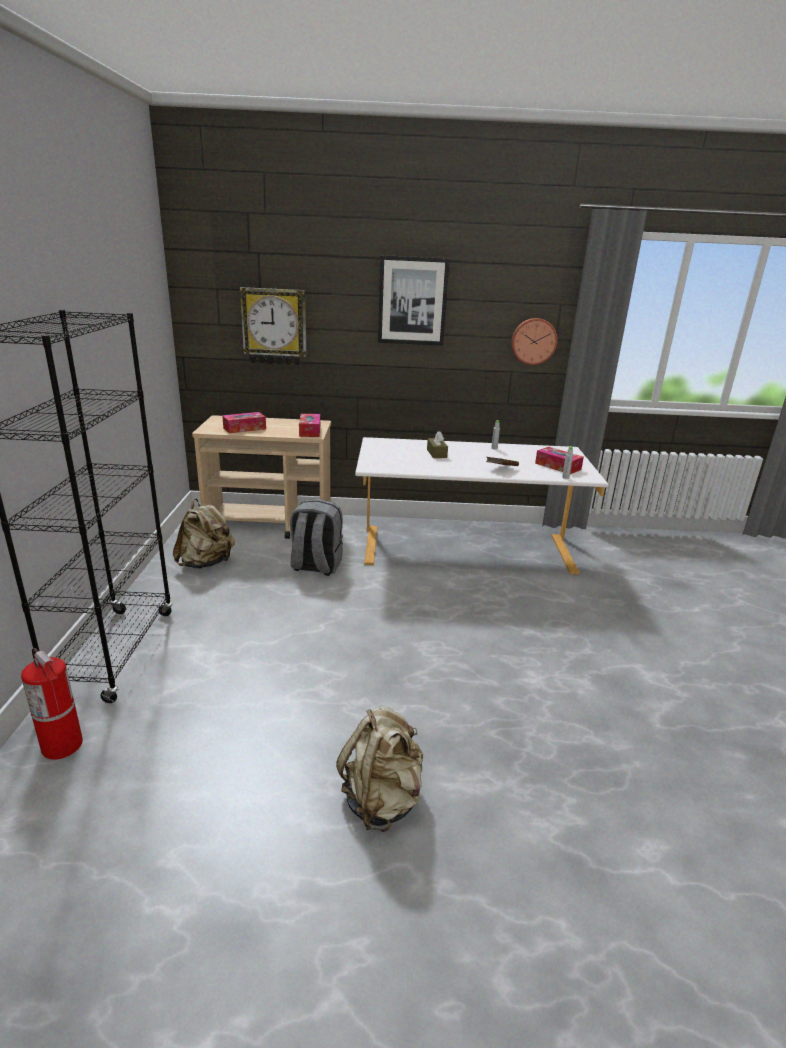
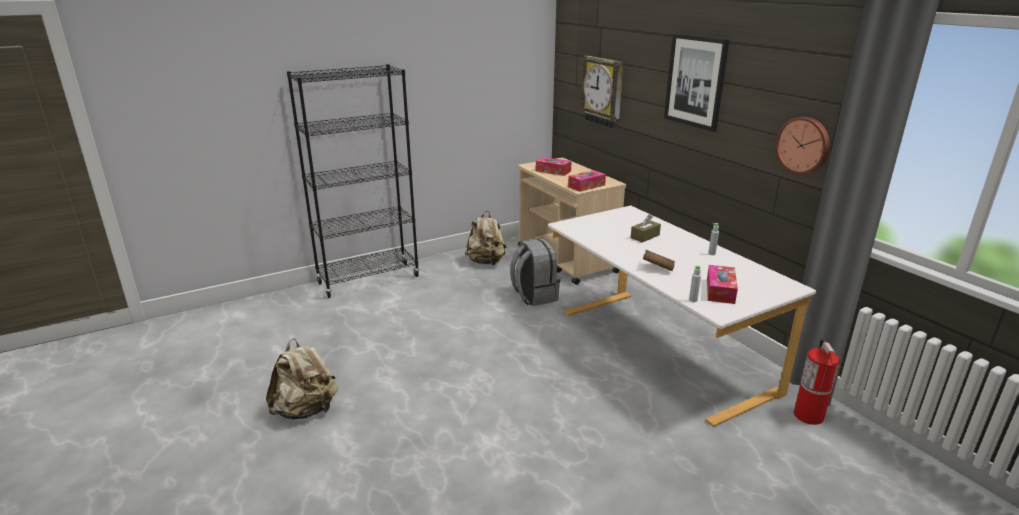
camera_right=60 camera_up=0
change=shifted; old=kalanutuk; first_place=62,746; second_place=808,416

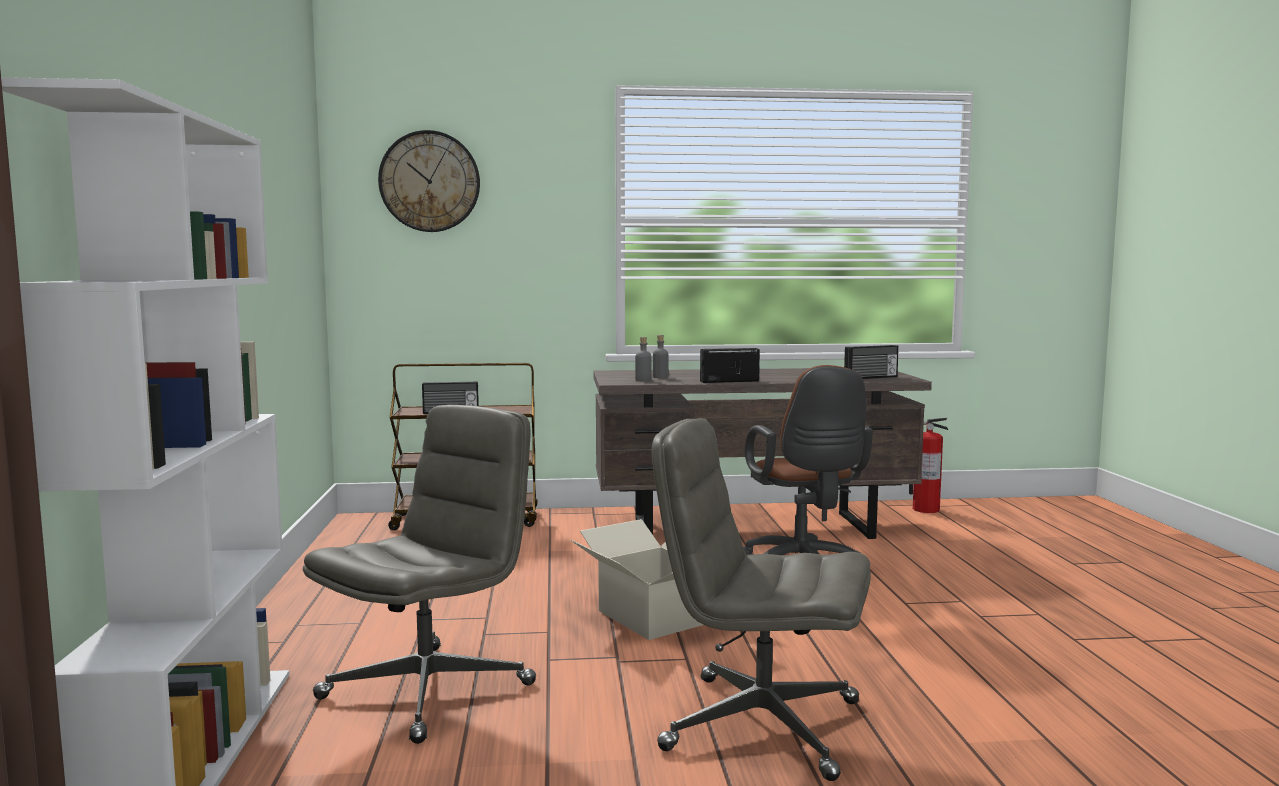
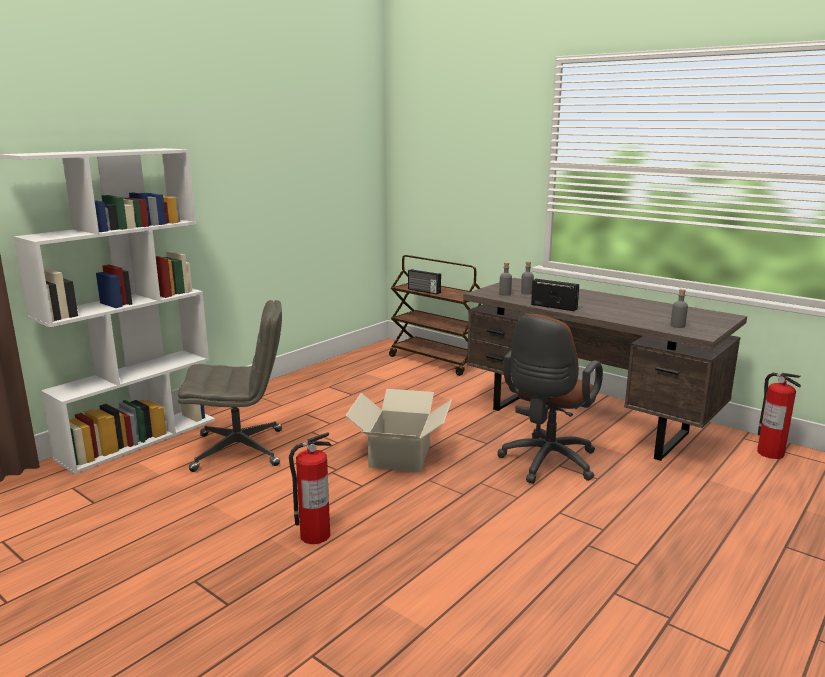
camera_right=45 camera_up=10
change=gone; old=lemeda; first_place=429,181
change=swapped; old=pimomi; new=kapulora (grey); first_place=871,377; second_place=677,326
change=swapped; old=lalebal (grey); new=kalanutuk; first_place=759,725; second_place=314,535

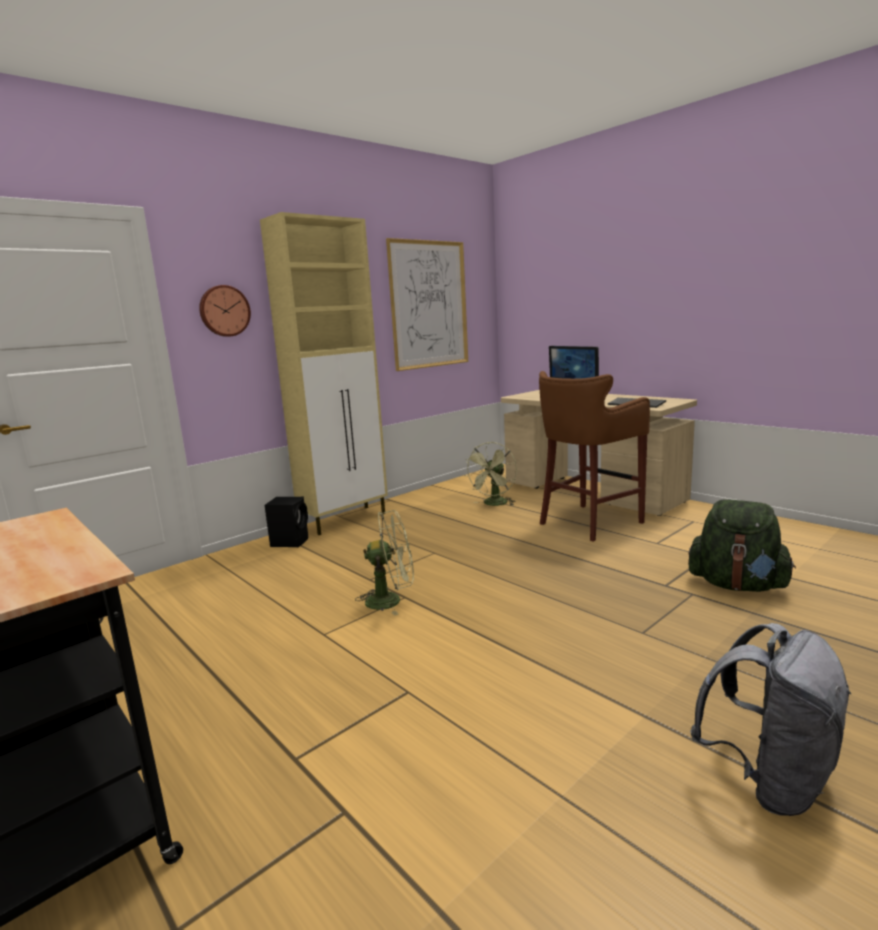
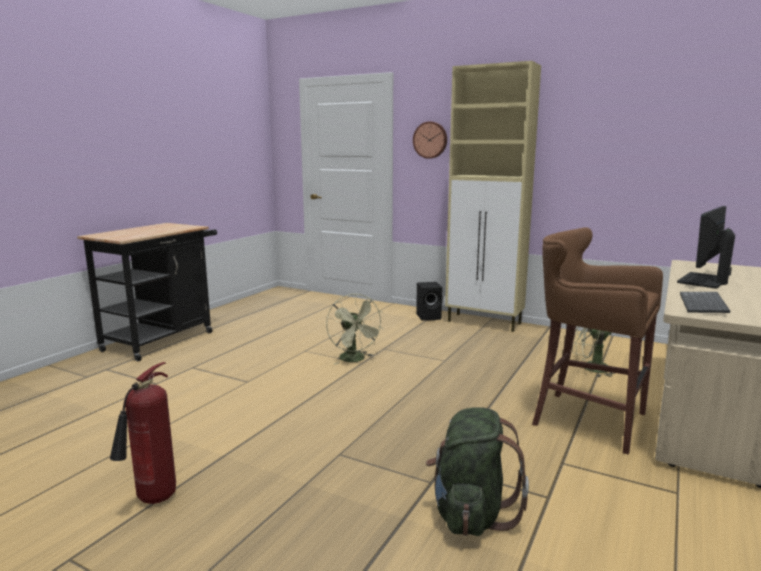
camera_right=70 camera_up=0
change=gone; old=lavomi; first_place=429,305
change=swapped; old=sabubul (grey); new=kalanutuk; first_place=769,780; second_place=153,500

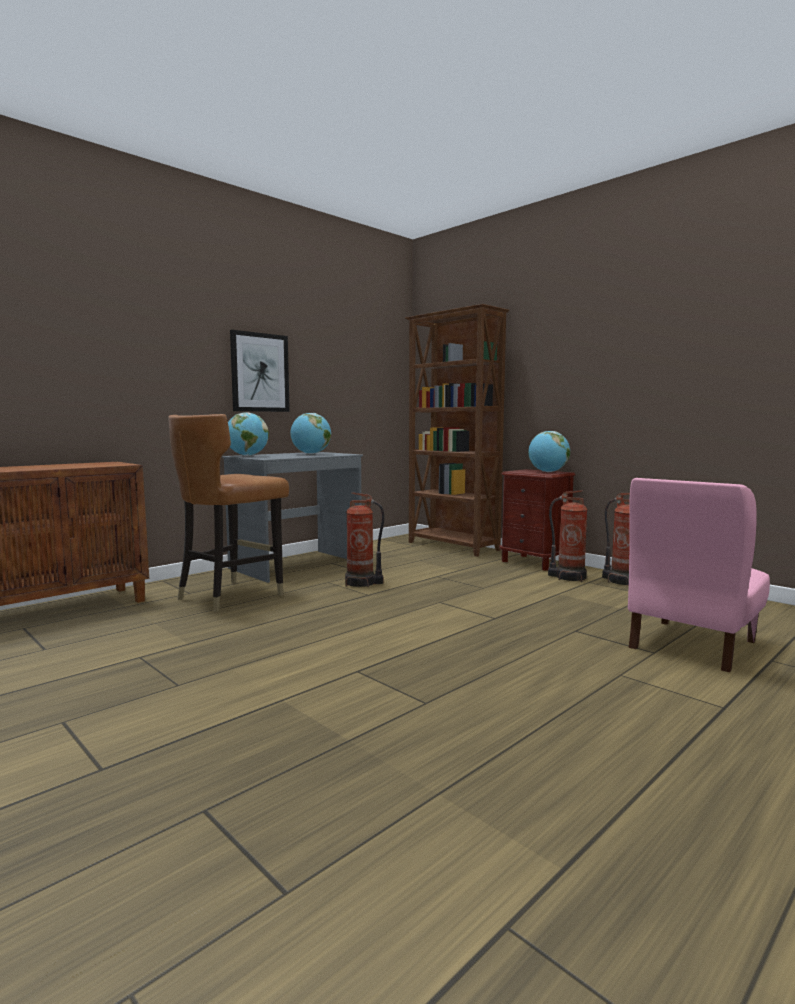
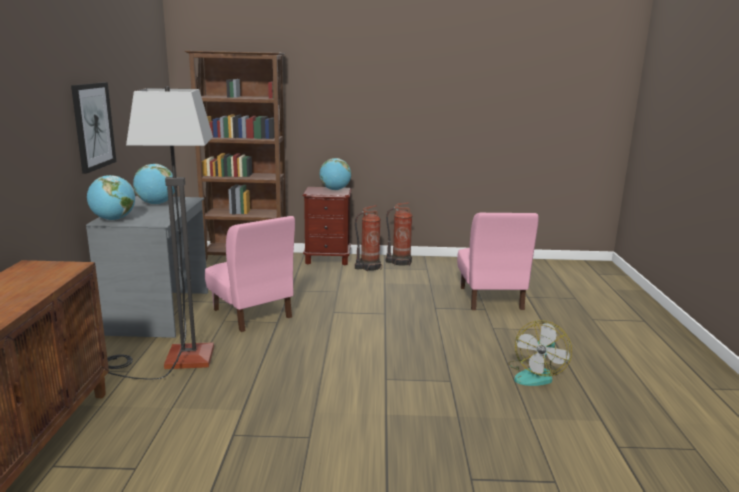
camera_right=-45 camera_up=10
change=swapped; old=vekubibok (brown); new=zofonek; first_place=230,595; second_place=173,360
change=swapped; old=kalanutuk; new=vekubibok (pink); first_place=362,583; second_place=252,313
change=new; new=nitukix; second_place=536,374

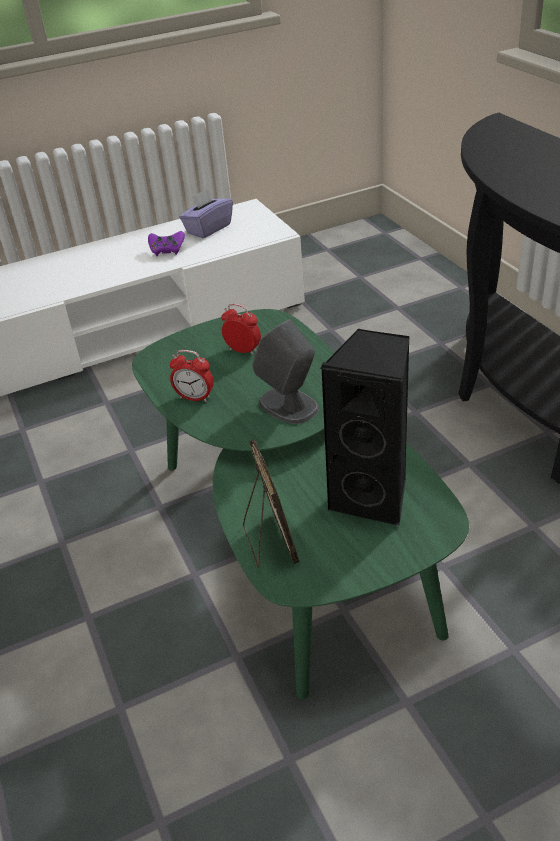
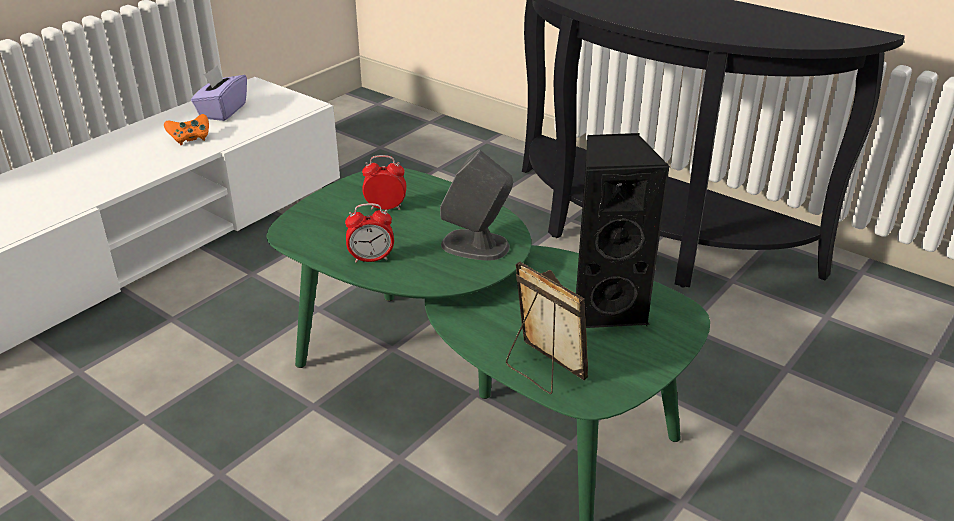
camera_right=-30 camera_up=-5
change=repainted; old=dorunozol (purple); new=dorunozol (orange); first_place=167,251; second_place=190,139

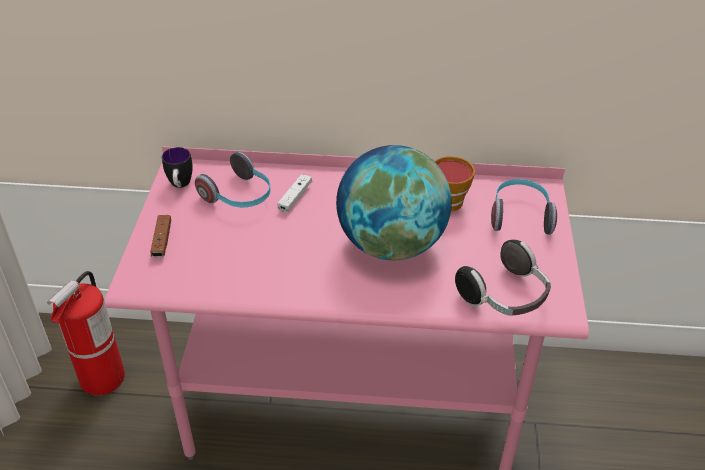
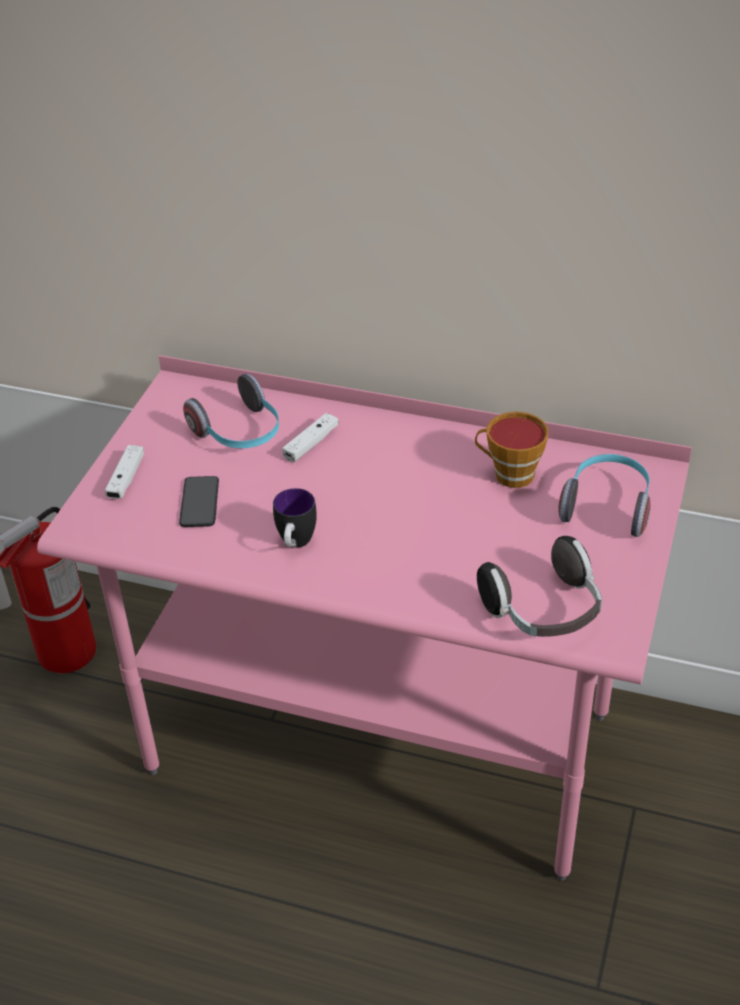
camera_right=15 camera_up=0
change=gone; old=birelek; first_place=391,244
change=shifted; old=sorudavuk; first_place=180,186; second_place=295,544
change=repainted; old=dorunozol (brown); new=dorunozol (white); first_place=162,241; second_place=126,479
change=new; new=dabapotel; second_place=199,503

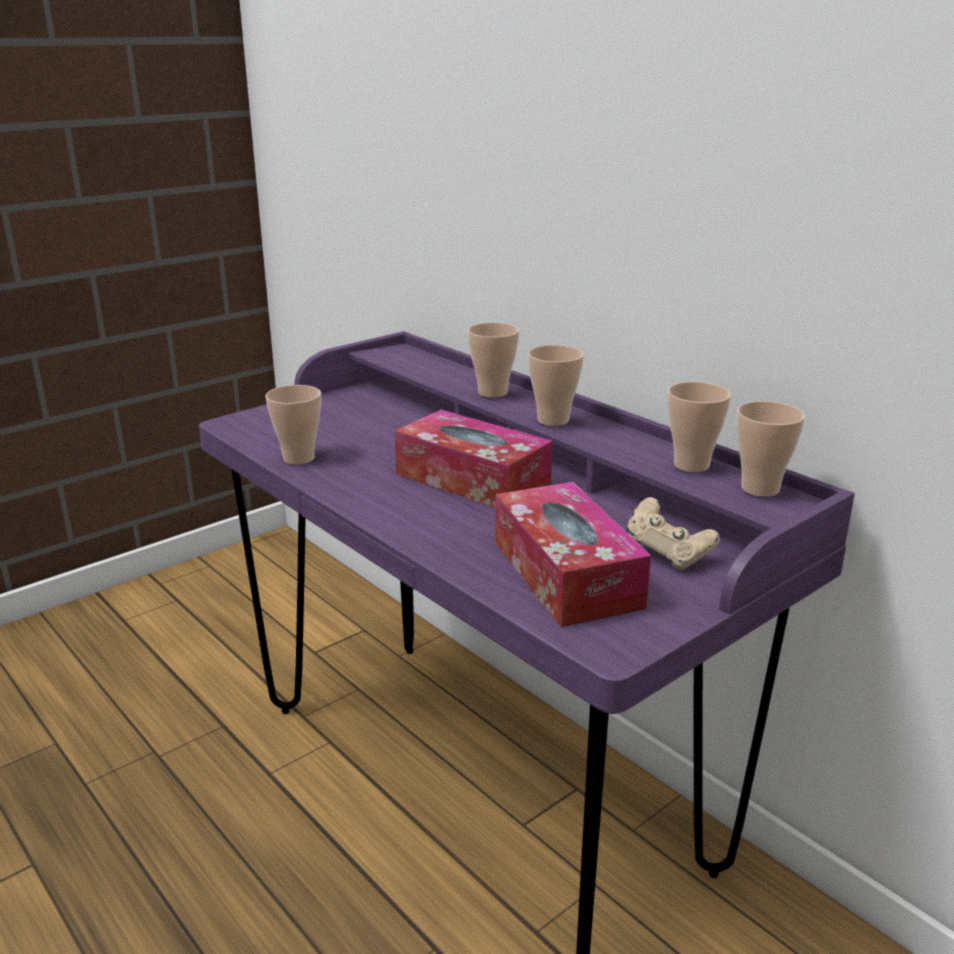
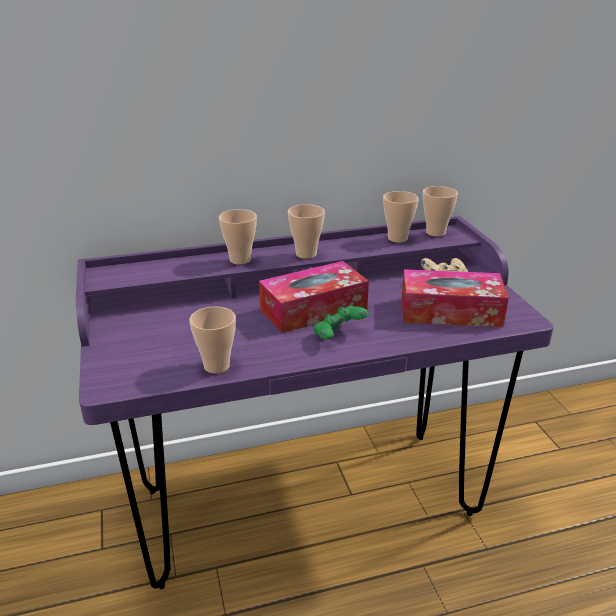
camera_right=-65 camera_up=5
change=new; new=dorunozol (green); second_place=338,335

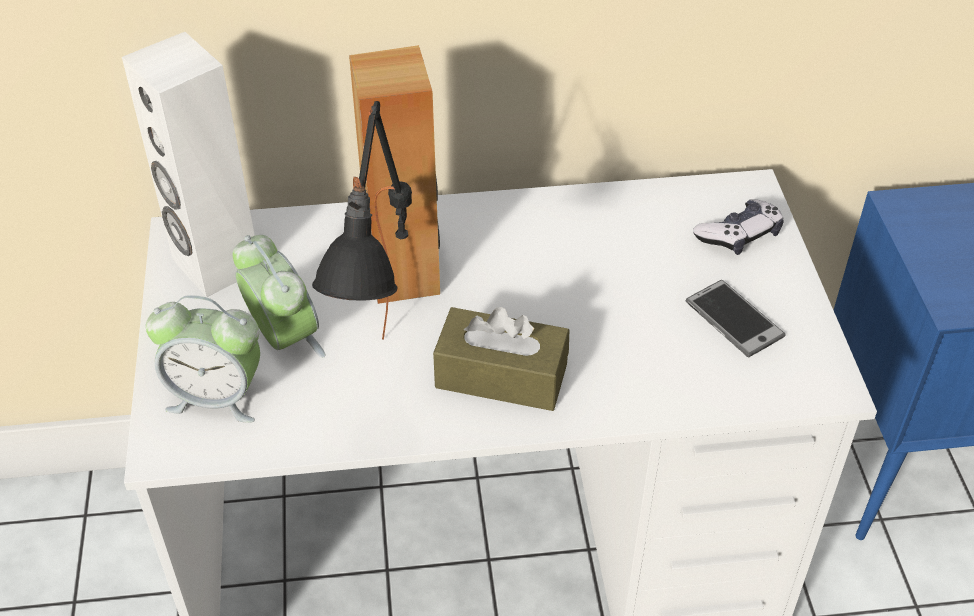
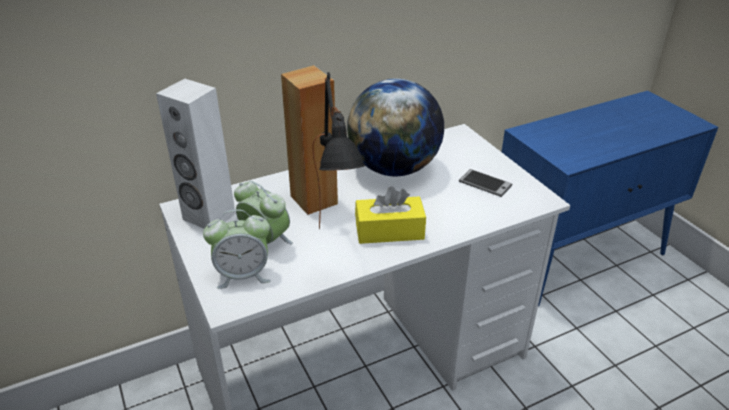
camera_right=-20 camera_up=-10
change=gone; old=dorunozol; first_place=739,235
change=repainted; old=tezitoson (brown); new=tezitoson (yellow); first_place=501,376; second_place=389,231
change=new; new=birelek; second_place=394,168

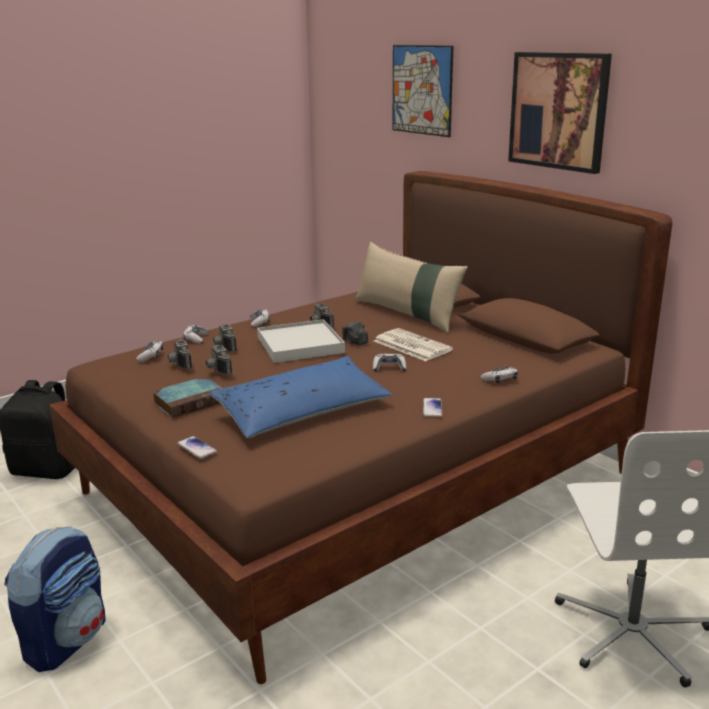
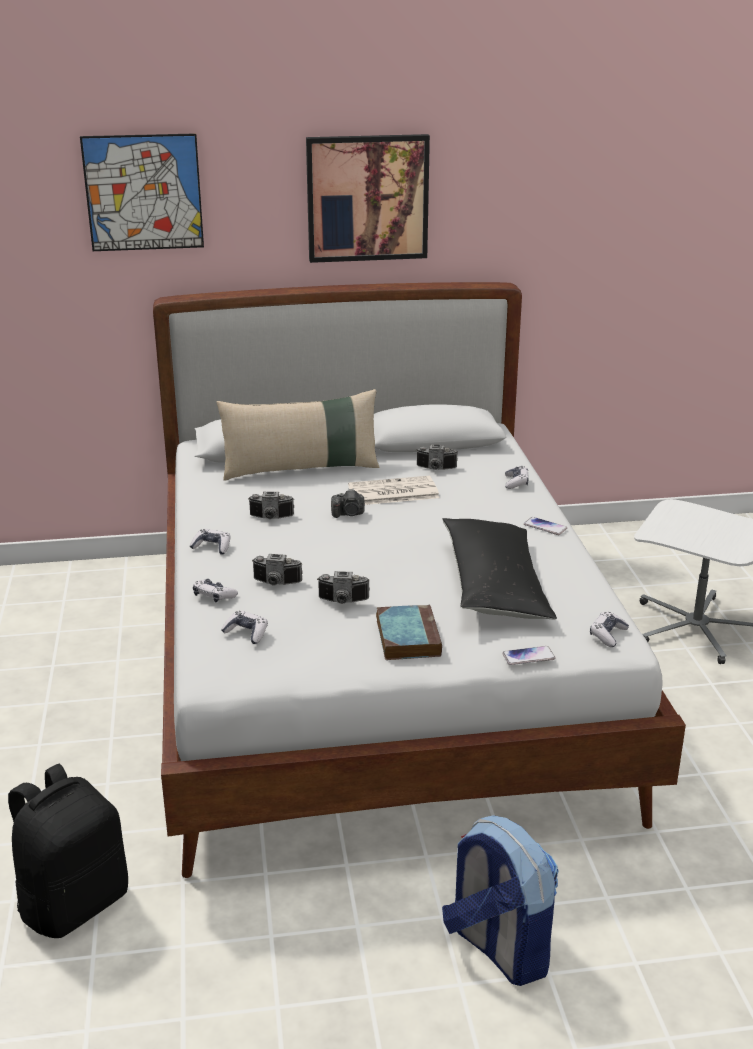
camera_right=-60 camera_up=5
change=repainted; old=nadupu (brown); new=nadupu (white); first_place=357,486; second_place=377,673
change=gone; old=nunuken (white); first_place=300,345
change=shifted; old=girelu; first_place=179,364; second_place=435,469
change=shifted; old=dorunozol; first_place=389,368; second_place=608,635
change=repainted; old=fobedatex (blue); new=fobedatex (black); first_place=302,412; second_place=494,585

